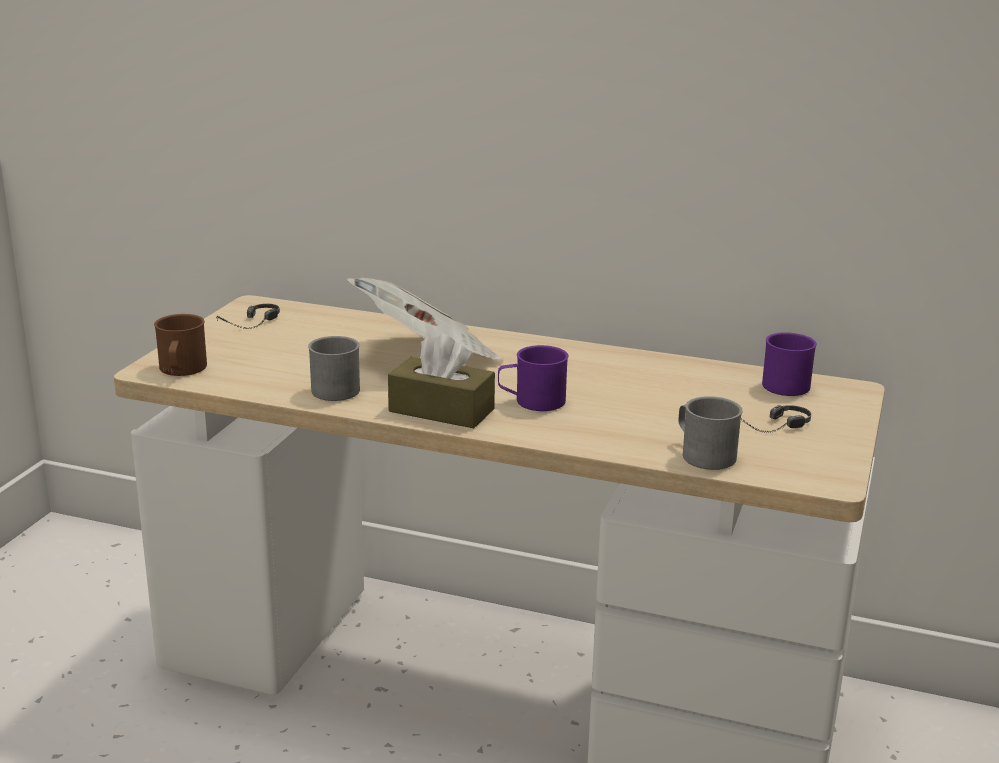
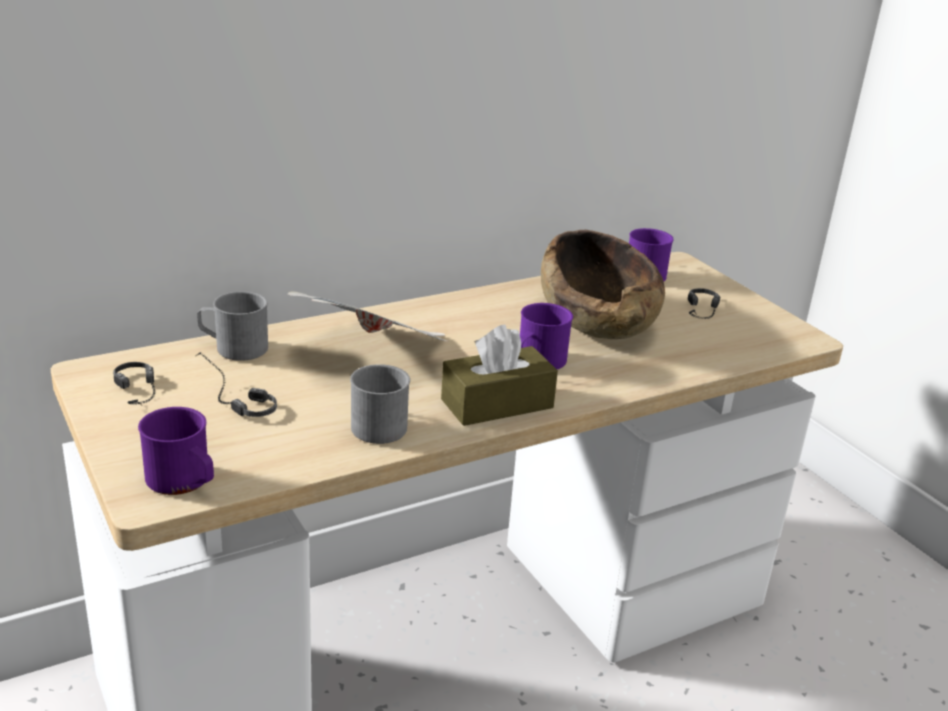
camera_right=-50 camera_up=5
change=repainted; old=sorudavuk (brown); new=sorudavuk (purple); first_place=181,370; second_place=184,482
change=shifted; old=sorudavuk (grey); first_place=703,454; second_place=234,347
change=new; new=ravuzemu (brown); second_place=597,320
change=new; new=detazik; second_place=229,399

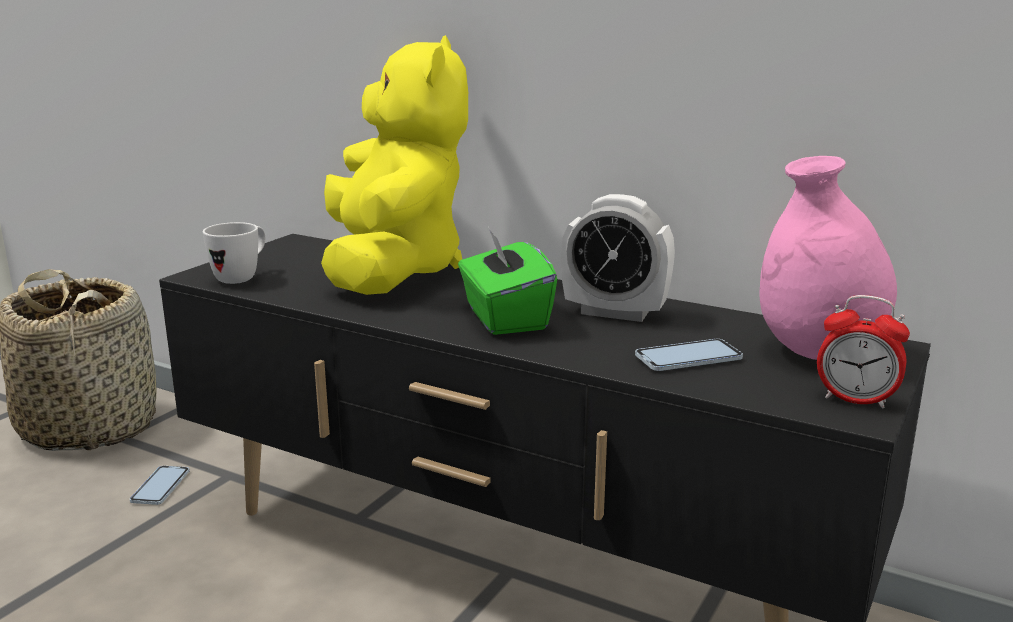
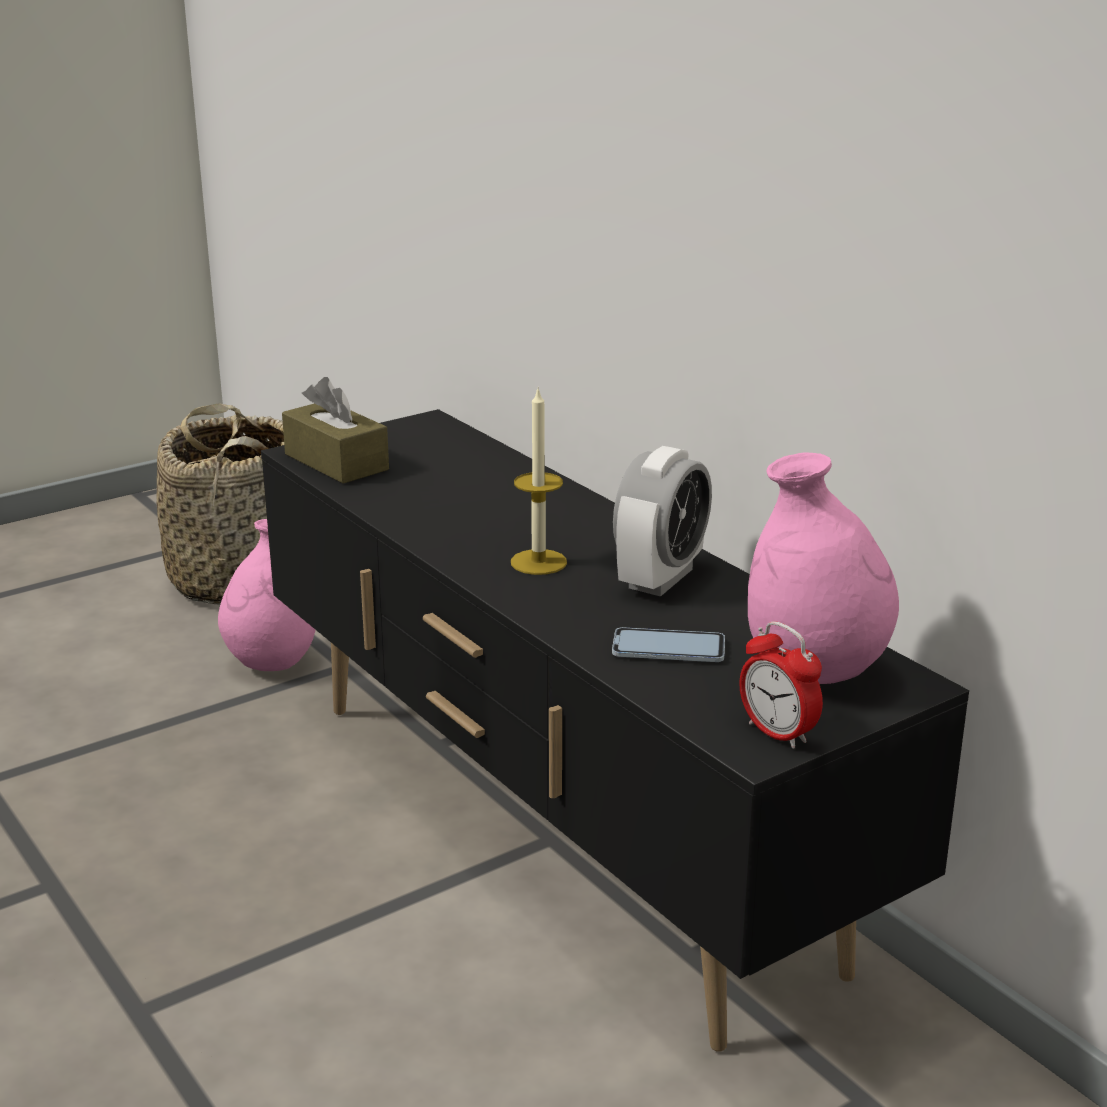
camera_right=25 camera_up=5
change=gone; old=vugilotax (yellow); first_place=392,270
change=rotated; old=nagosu; first_place=615,312; second_place=660,578; degrees=-105
change=swapped; old=sorudavuk (white); new=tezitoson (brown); first_place=242,277; second_place=336,462
change=swapped; old=tezitoson (green); new=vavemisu; first_place=504,318; second_place=538,562
change=swapped; old=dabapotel; new=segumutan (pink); first_place=160,486; second_place=272,663

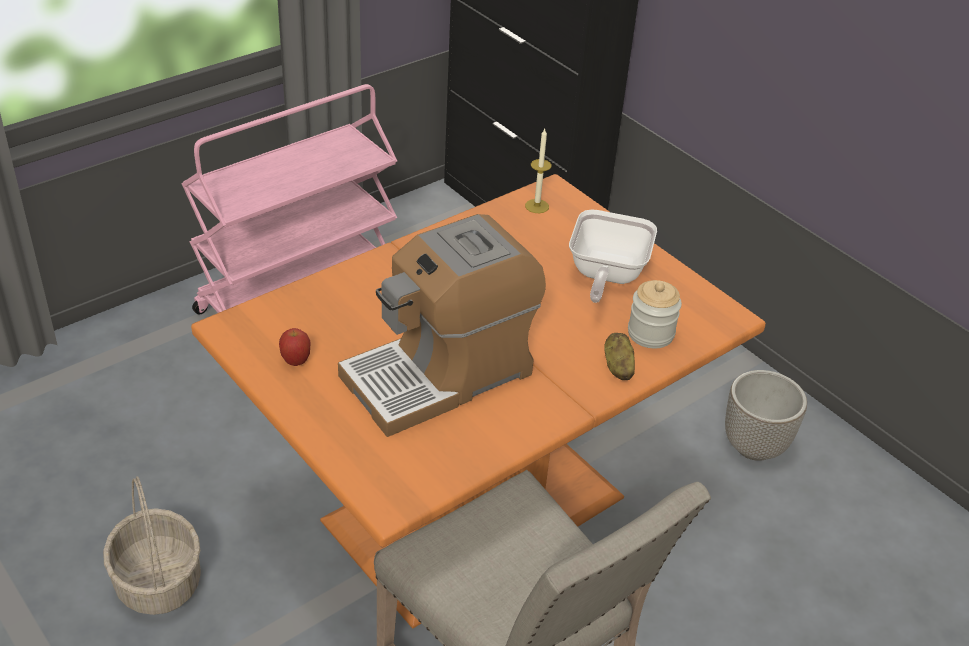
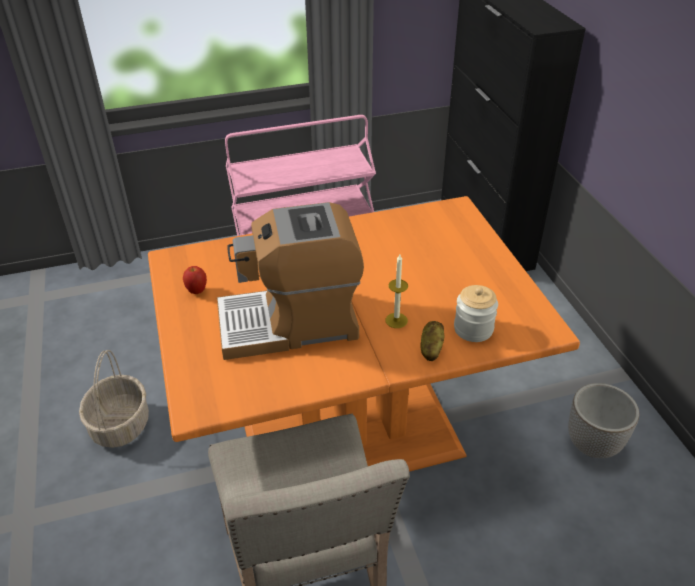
camera_right=25 camera_up=0
change=shifted; old=vavemisu; first_place=537,206; second_place=396,320
change=gone; old=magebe; first_place=605,275

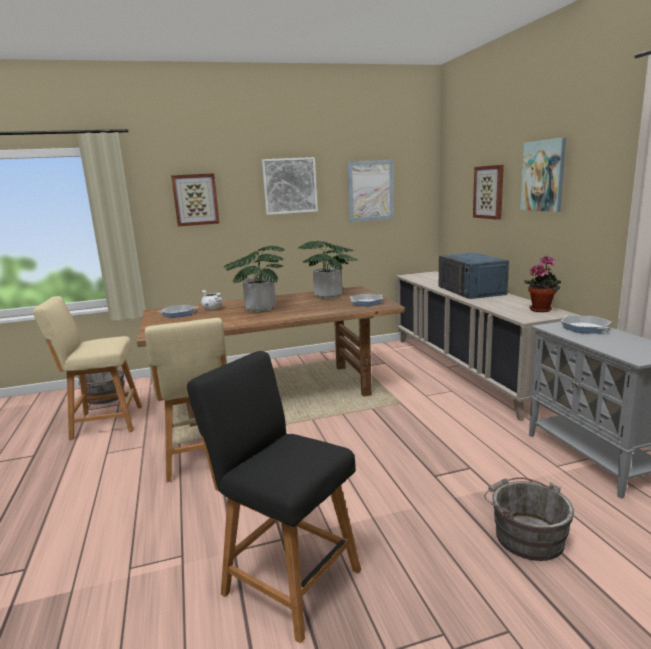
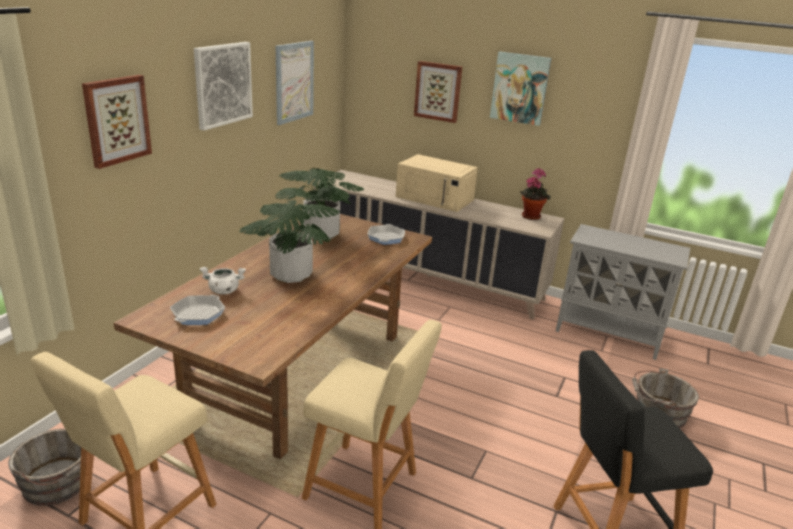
camera_right=-50 camera_up=10
change=repainted; old=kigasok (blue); new=kigasok (beige); first_place=471,290; second_place=435,198
change=gone; old=magebe; first_place=585,328

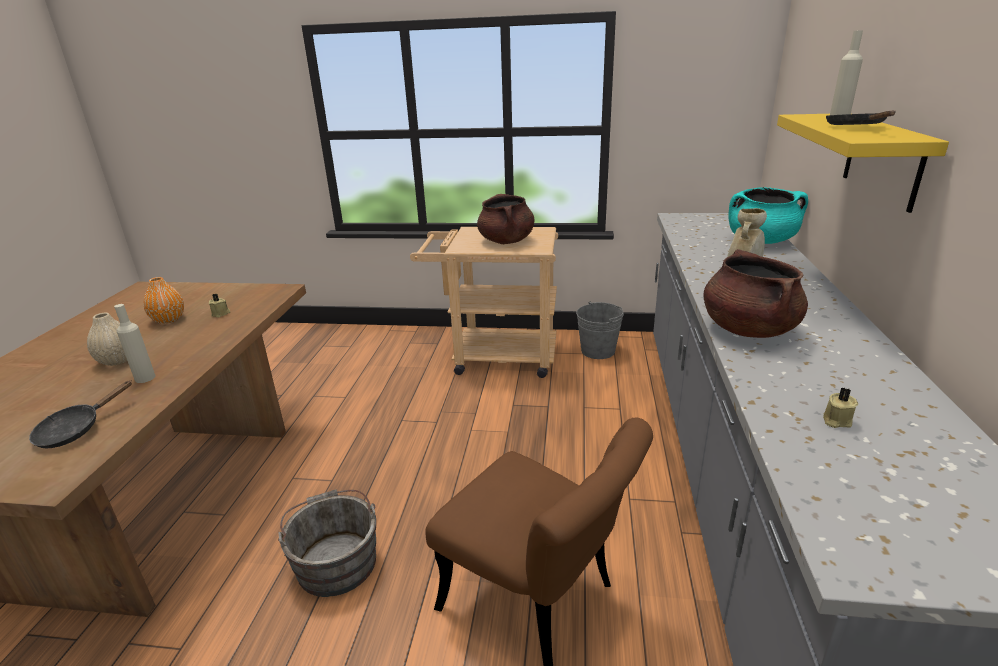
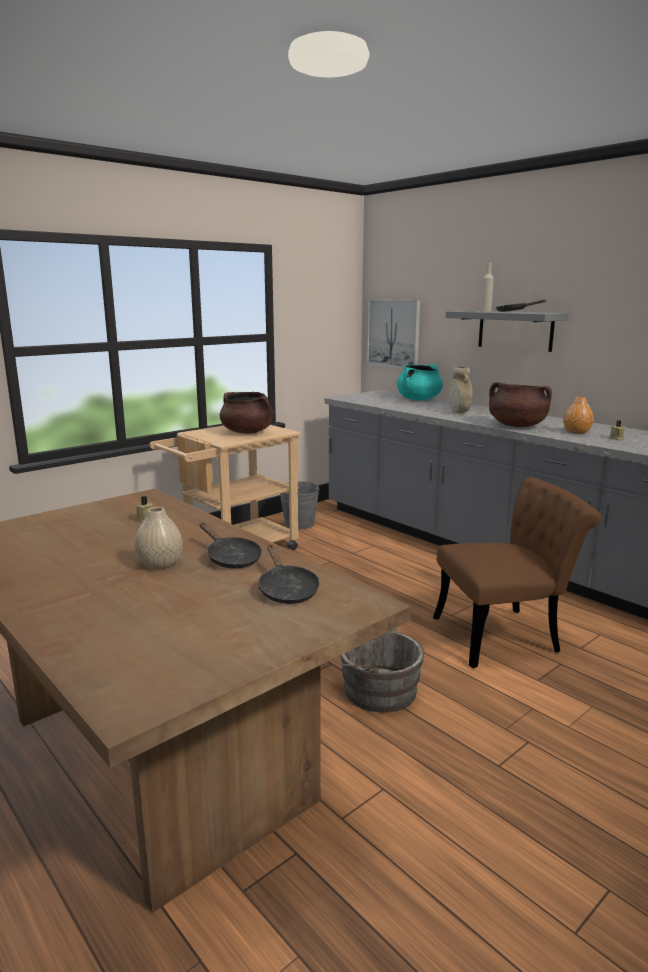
camera_right=-50 camera_up=-10
change=repainted; old=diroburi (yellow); new=diroburi (grey); first_place=883,159; second_place=515,330
change=shifted; old=segumutan (orange); first_place=168,319; second_place=576,432
change=swapped; old=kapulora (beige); new=magebe (black); first_place=145,378; second_place=231,558
change=new; new=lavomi; second_place=393,333

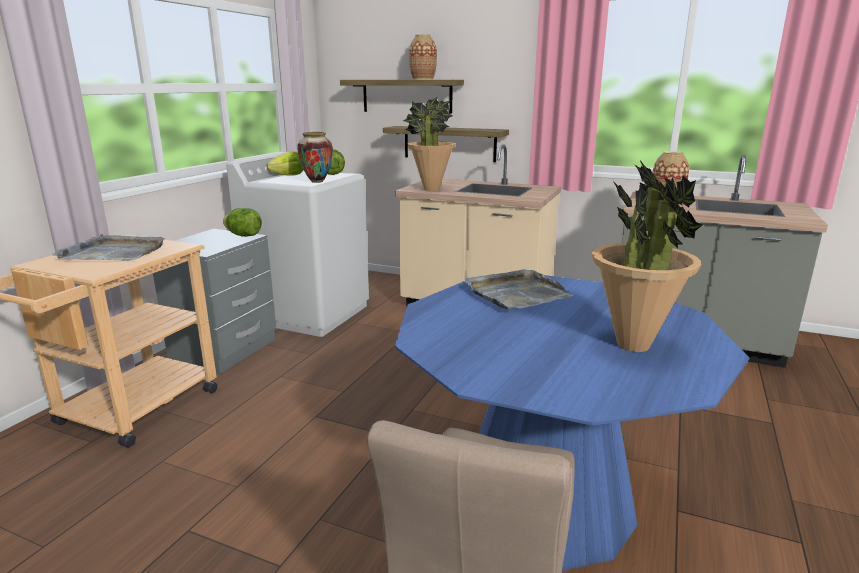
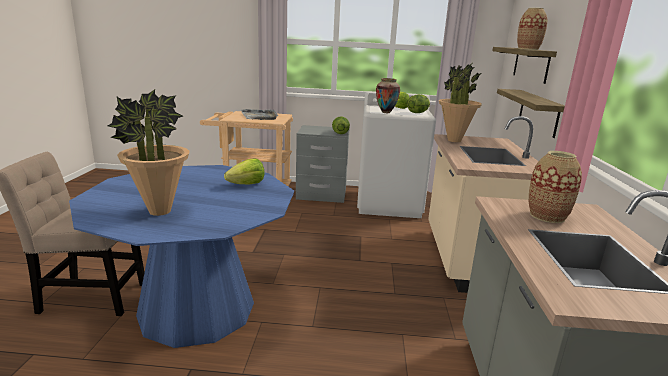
camera_right=70 camera_up=0
change=swapped; old=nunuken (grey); new=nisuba; first_place=516,294; second_place=247,184

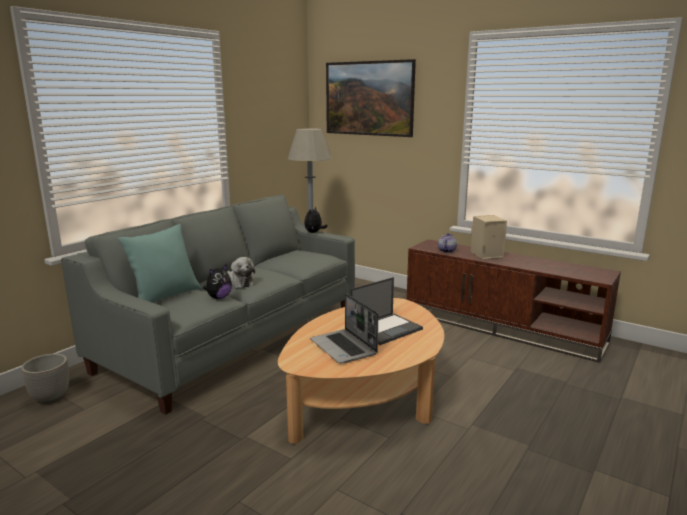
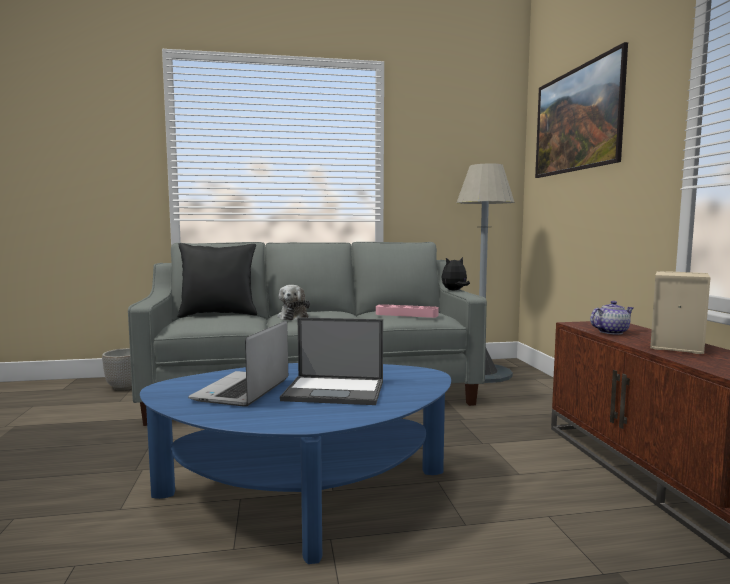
camera_right=45 camera_up=-10
change=repainted; old=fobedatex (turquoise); new=fobedatex (black); first_place=165,297; second_place=218,315
change=gone; old=vugilotax; first_place=219,297
change=repainted; old=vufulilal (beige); new=vufulilal (blue); first_place=366,399; second_place=305,494
change=new; new=nunuken (pink); second_place=406,314

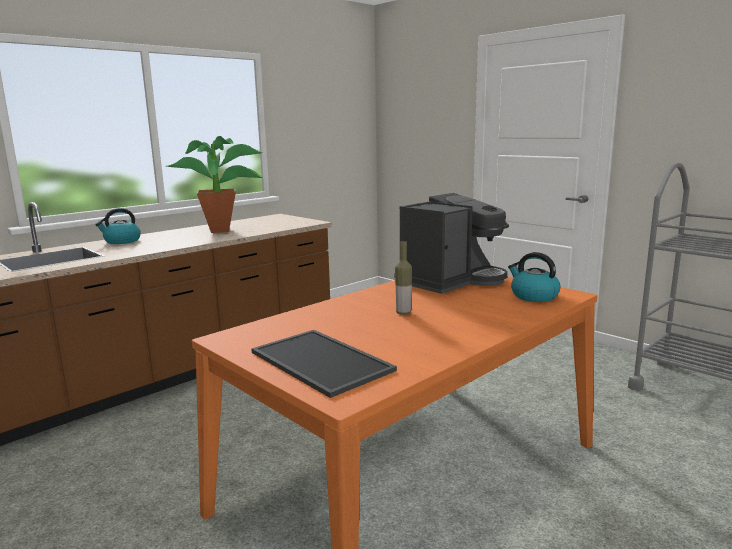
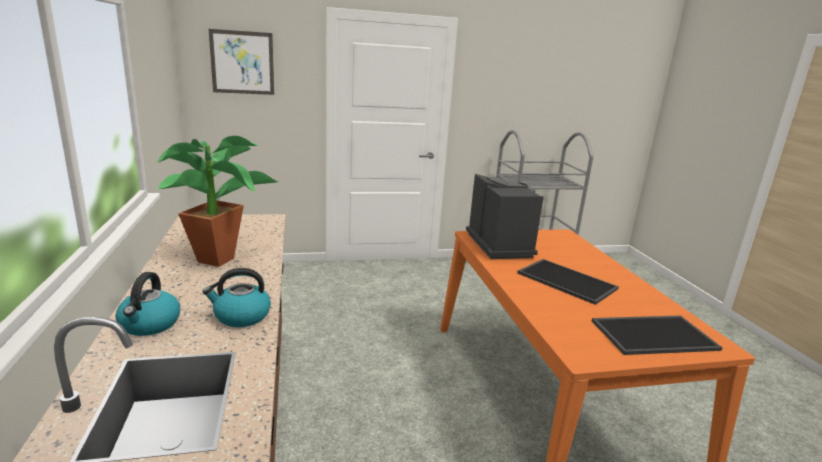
camera_right=-60 camera_up=5
change=swapped; old=kapulora; new=nunuken; first_place=403,313; second_place=565,281
change=shifted; old=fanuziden; first_place=533,296; second_place=241,316
change=new; new=lavomi; second_place=242,62

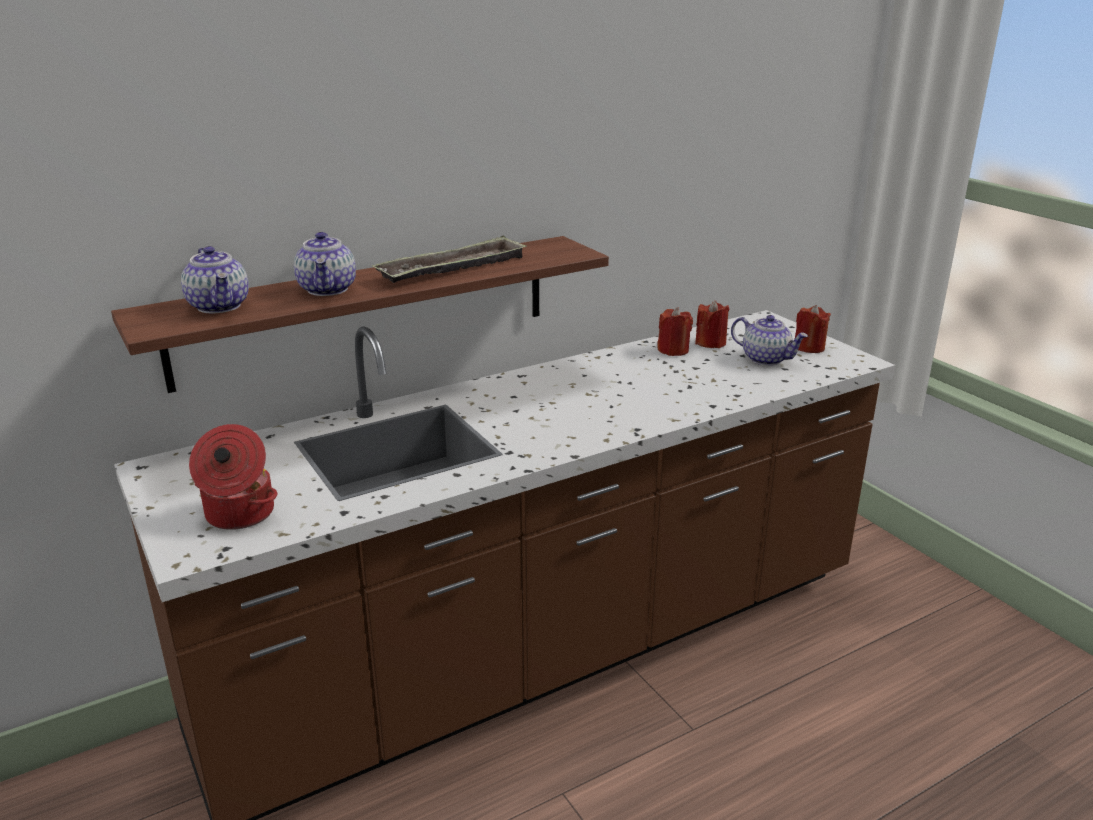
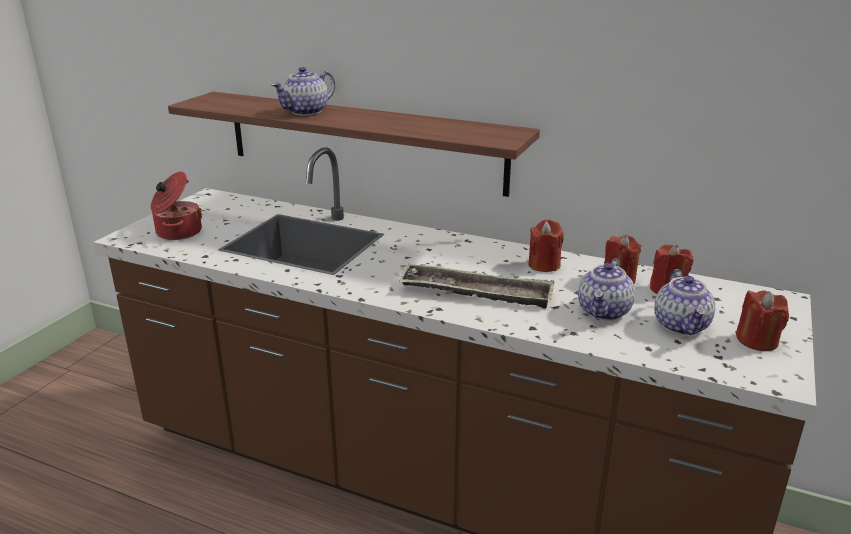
camera_right=55 camera_up=0
change=shifted; old=nunuken; first_place=453,269; second_place=476,293
change=shifted; old=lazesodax; first_place=220,306; second_place=604,312
change=new; new=vavemisu (red); second_place=544,265

